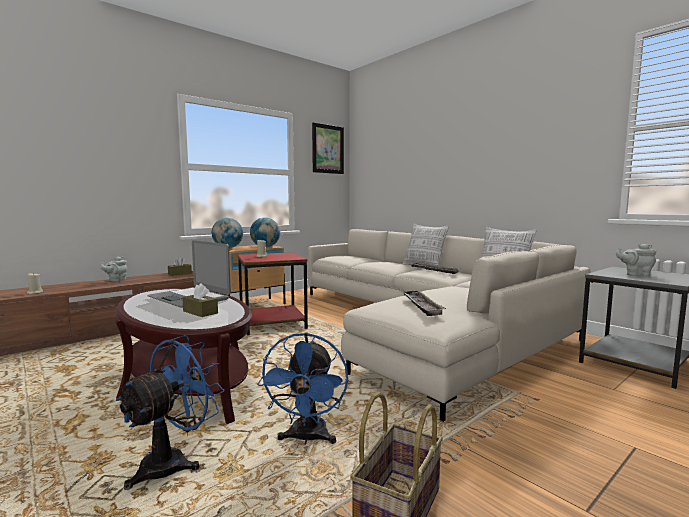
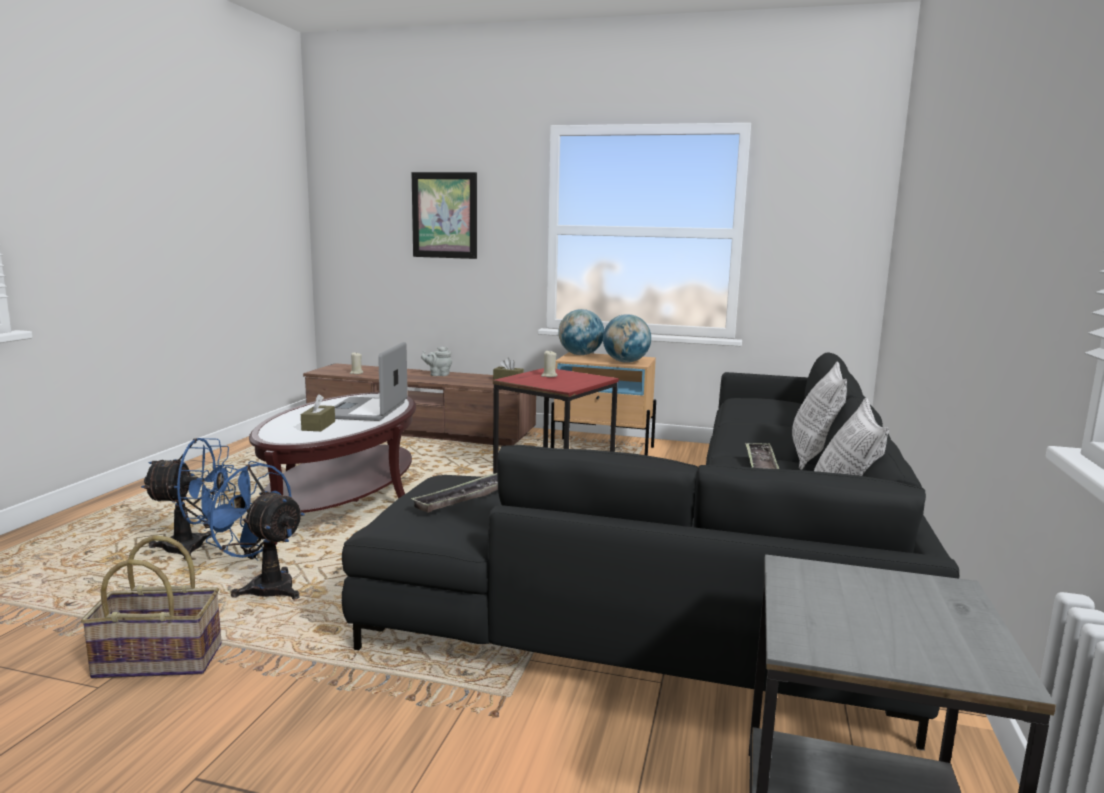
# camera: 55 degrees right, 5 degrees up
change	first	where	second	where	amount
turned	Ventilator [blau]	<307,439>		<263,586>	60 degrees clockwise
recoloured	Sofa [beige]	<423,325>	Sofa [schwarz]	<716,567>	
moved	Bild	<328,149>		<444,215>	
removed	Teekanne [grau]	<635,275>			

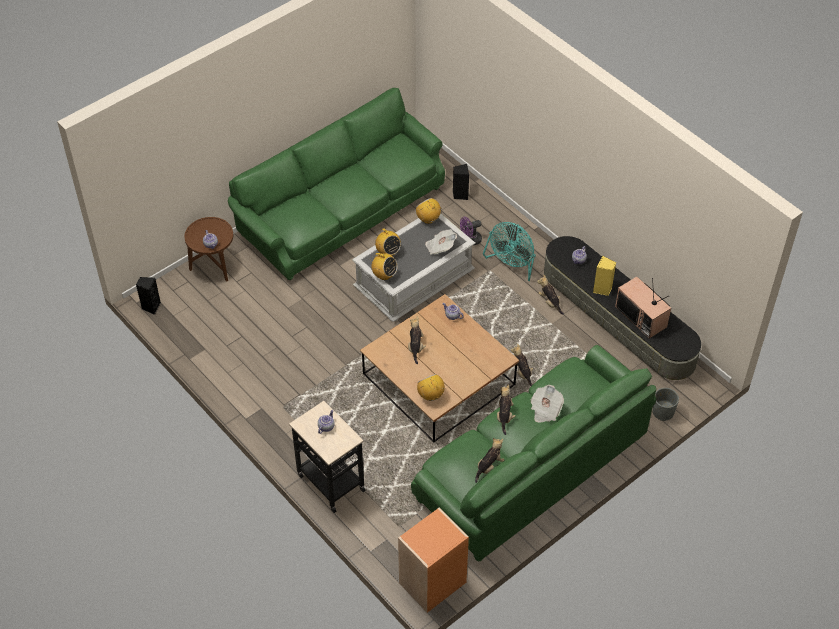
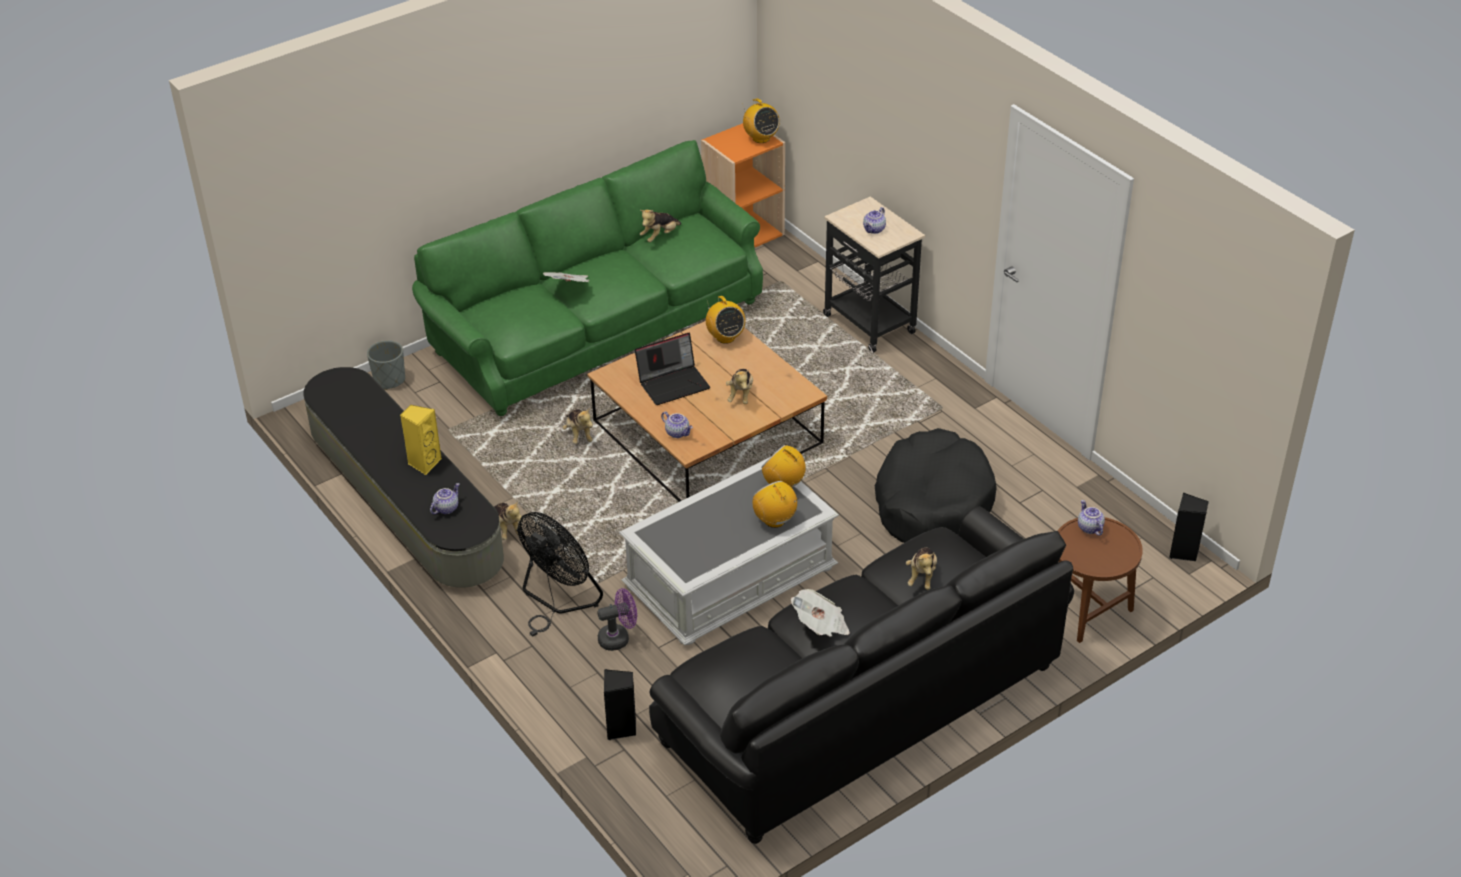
# camera: 175 degrees left, 10 degrees down
change	first	where	second	where	amount
recoloured	Ventilator [türkis]	<511,261>	Ventilator [schwarz]	<553,597>	
added			Laptop	<673,383>	
recoloured	Sofa [grün]	<341,212>	Sofa [schwarz]	<859,704>	
moved	Radio	<428,219>		<760,138>	
moved	Zeitung	<440,247>		<821,625>	
added			Hundebett [schwarz]	<932,503>	
moved	Plüschtier	<504,416>		<922,576>	
removed	Fernseher	<642,317>			

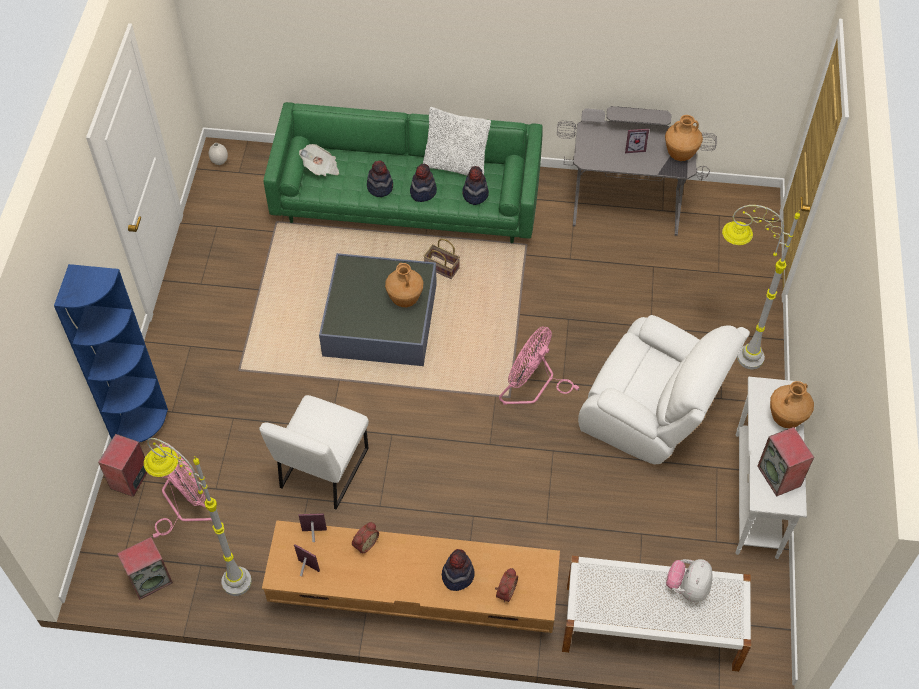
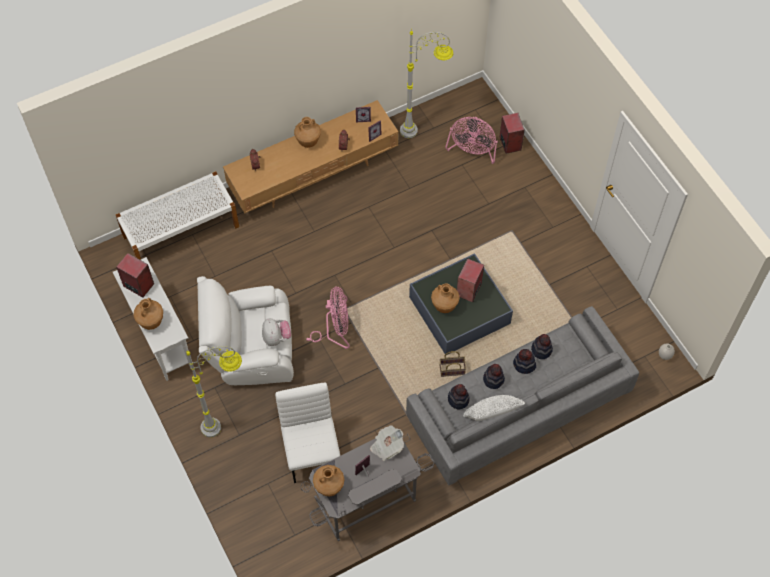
# camera: 145 degrees right, 5 degrees up
change	first	where	second	where	amount
moved	Plüschtier	<687,588>		<276,338>	
moved	Stuhl [weiß]	<322,470>		<311,451>	
added			Vase [braun]	<308,142>	
moved	Zeitung	<321,168>		<386,446>	
recoloured	Sofa [grün]	<407,198>	Sofa [grau]	<517,408>	
moved	Lautsprecher	<151,579>		<469,290>	
moved	Hut	<457,575>		<541,349>	
removed	Bücherregal [blau]	<140,427>			

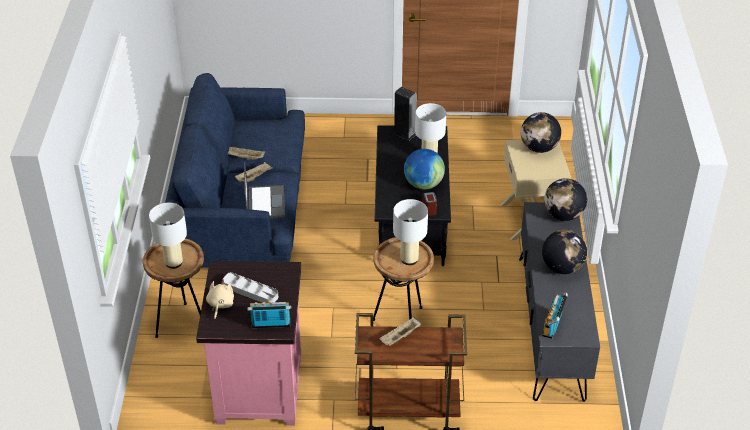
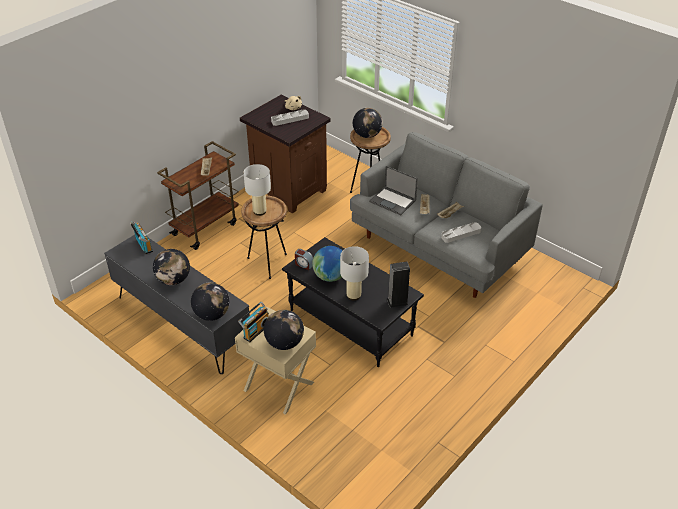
# camera: 130 degrees right, 0 degrees up
change	first	where	second	where	amount
moved	Radio	<270,325>		<255,330>	
recoloured	Schrank [rosa]	<258,393>	Schrank [braun]	<288,189>	
recoloured	Sofa [blau]	<243,218>	Sofa [grau]	<438,248>	
replaced	Tischlampe [weiß]	<173,263>	Globus	<367,135>	
added			Tablett [grau]	<461,234>	

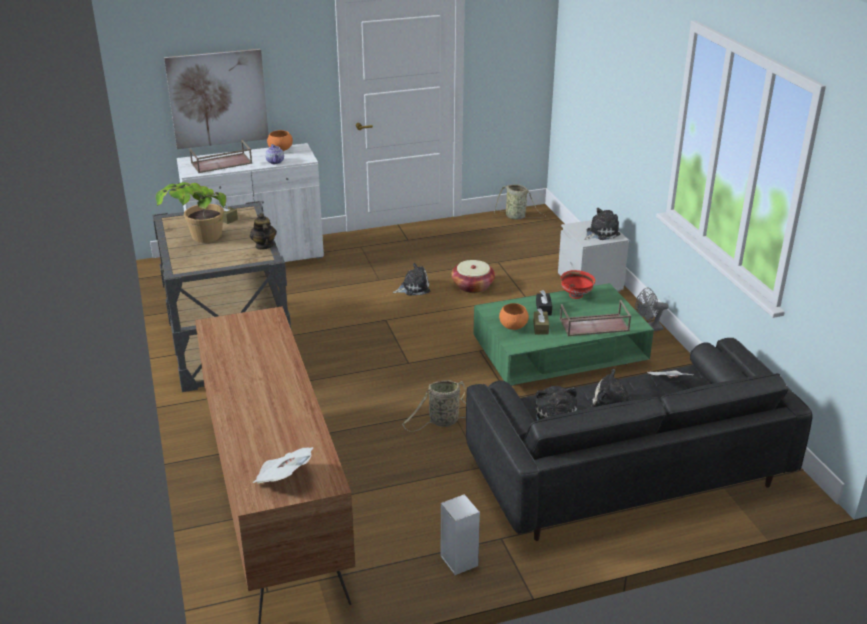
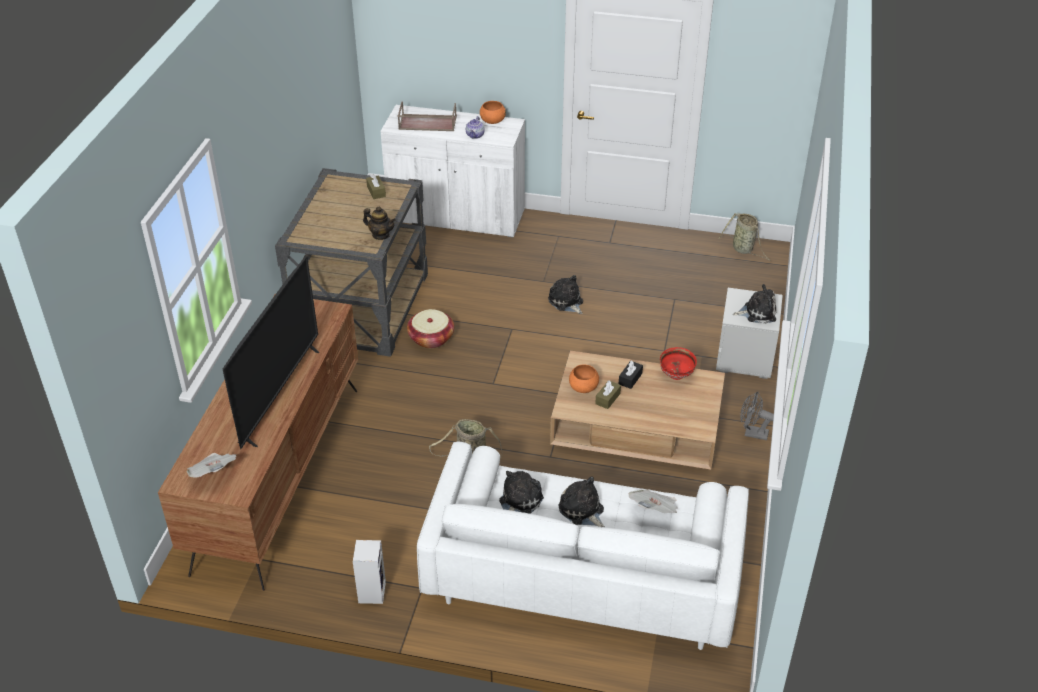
# camera: 30 degrees right, 10 degrees up
change	first	where	second	where	amount
added			Fernseher	<280,395>	
turned	Teekanne	<264,246>		<380,235>	105 degrees clockwise
moved	Korb	<473,286>		<431,338>	
recoloured	Sofa [schwarz]	<626,473>	Sofa [weiß]	<583,576>	
turned	Plüschtier	<413,288>		<566,302>	135 degrees counterclockwise
recoloured	Couchtisch [grün]	<559,355>	Couchtisch [braun]	<636,429>	
removed	Topfpflanze	<196,242>			
removed	Bild	<218,99>			
removed	Tablett [braun]	<593,325>			

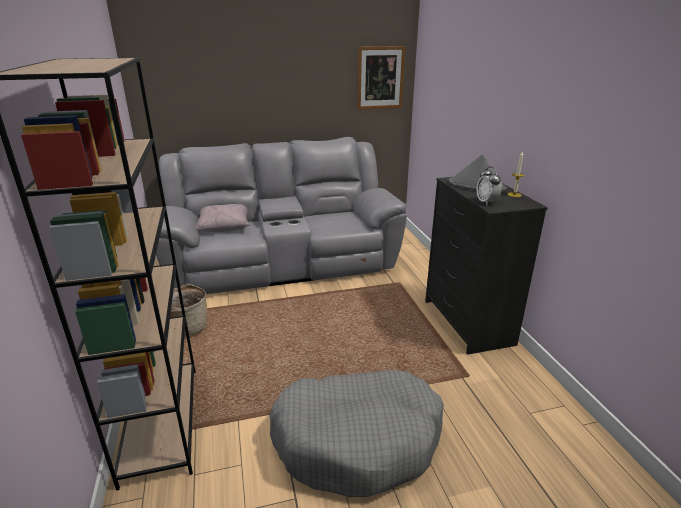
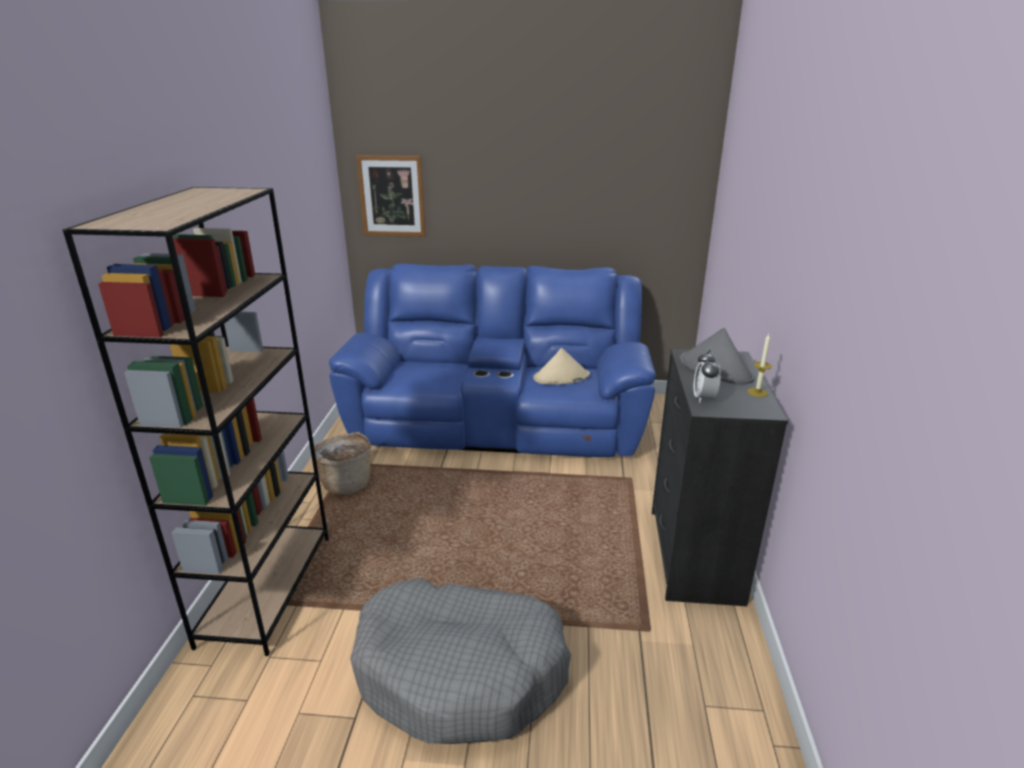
# camera: 20 degrees right, 0 degrees up
change	first	where	second	where	amount
recoloured	Sofa [grau]	<283,262>	Sofa [blau]	<497,421>	
moved	Bild	<380,78>		<392,196>	
added			Hut [beige]	<561,377>	
removed	Kissen [lila]	<224,226>			

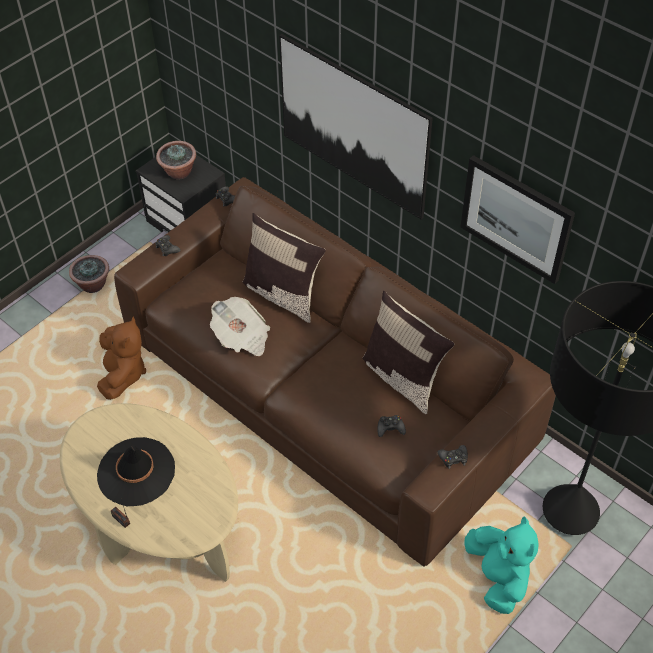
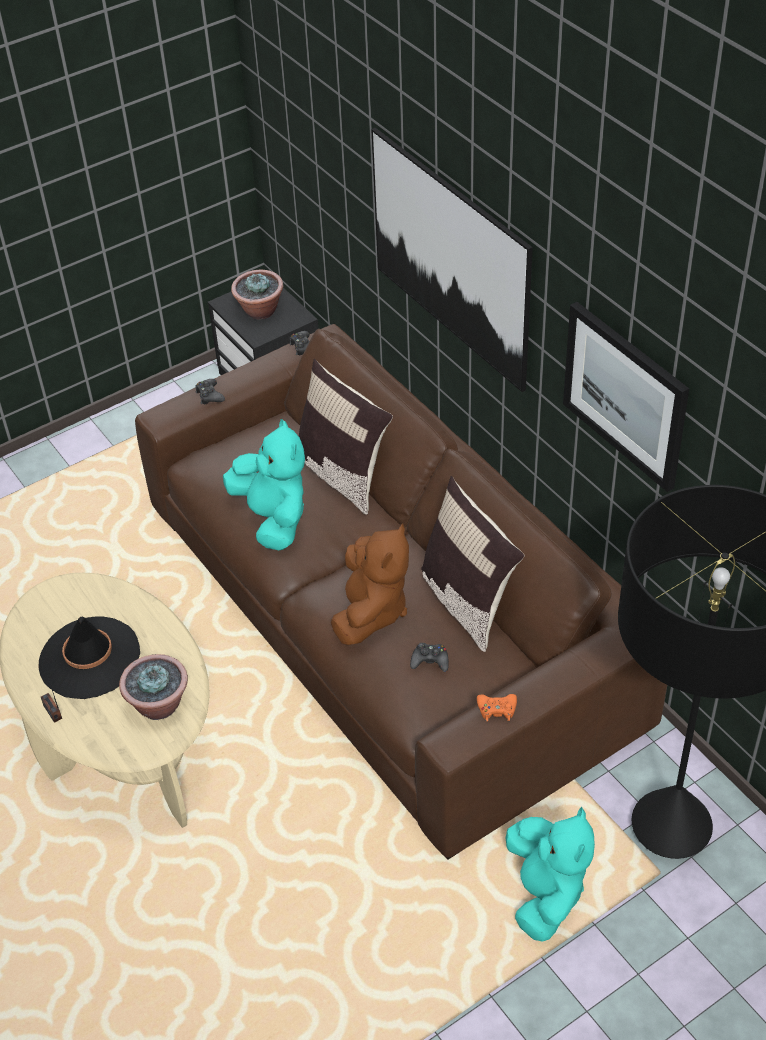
# camera: 15 degrees right, 5 degrees down
change	first	where	second	where	amount
moved	Topfpflanze	<93,285>		<159,705>	
replaced	Zeitung	<242,337>	Plüschtier [türkis]	<273,518>	
moved	Plüschtier [braun]	<122,374>		<371,611>	
recoloured	Gamepad [schwarz]	<453,458>	Gamepad [orange]	<497,709>	

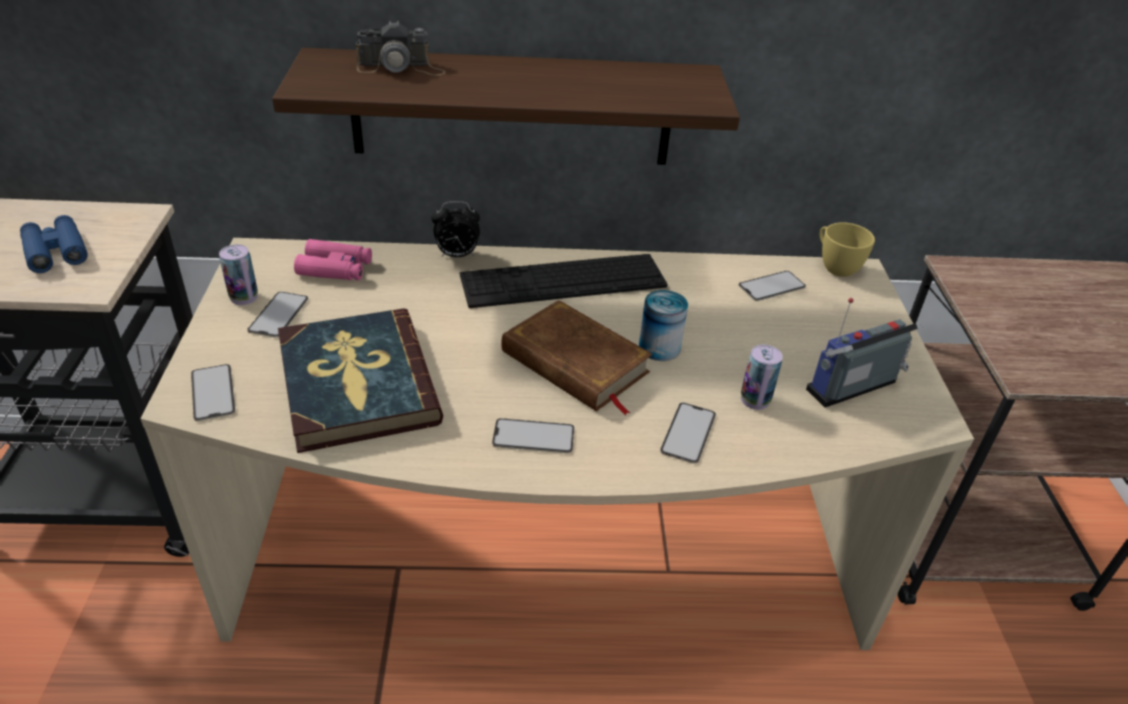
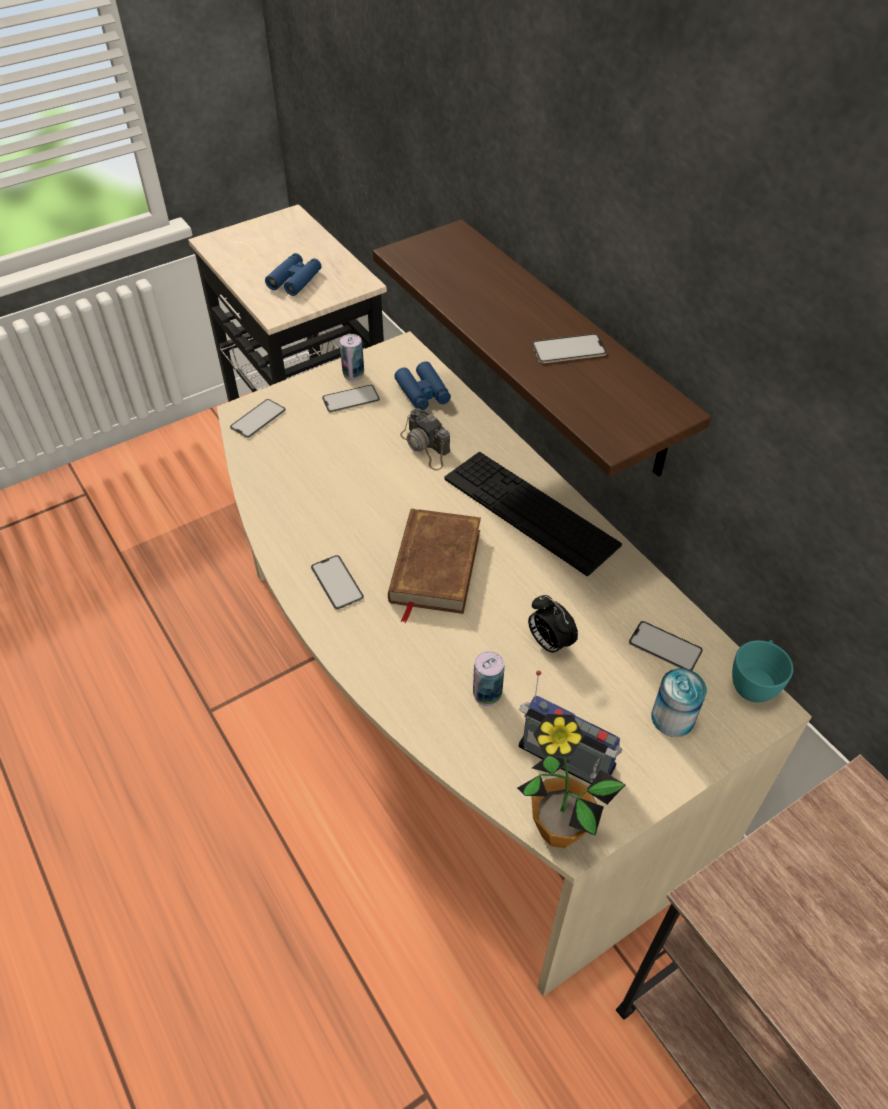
# camera: 60 degrees right, 10 degrees up
change	first	where	second	where	amount
recoloured	Fernglas [rosa]	<335,268>	Fernglas [blau]	<423,393>	
moved	Kamera	<401,68>		<426,447>	
added			Topfpflanze	<559,829>	
moved	Wecker	<457,255>		<549,643>	
moved	Handy	<688,433>		<569,349>	
moved	Dose	<659,347>		<672,718>	
recoloured	Tasse [gelb]	<835,266>	Tasse [türkis]	<754,683>	
removed	Buch	<356,384>			

